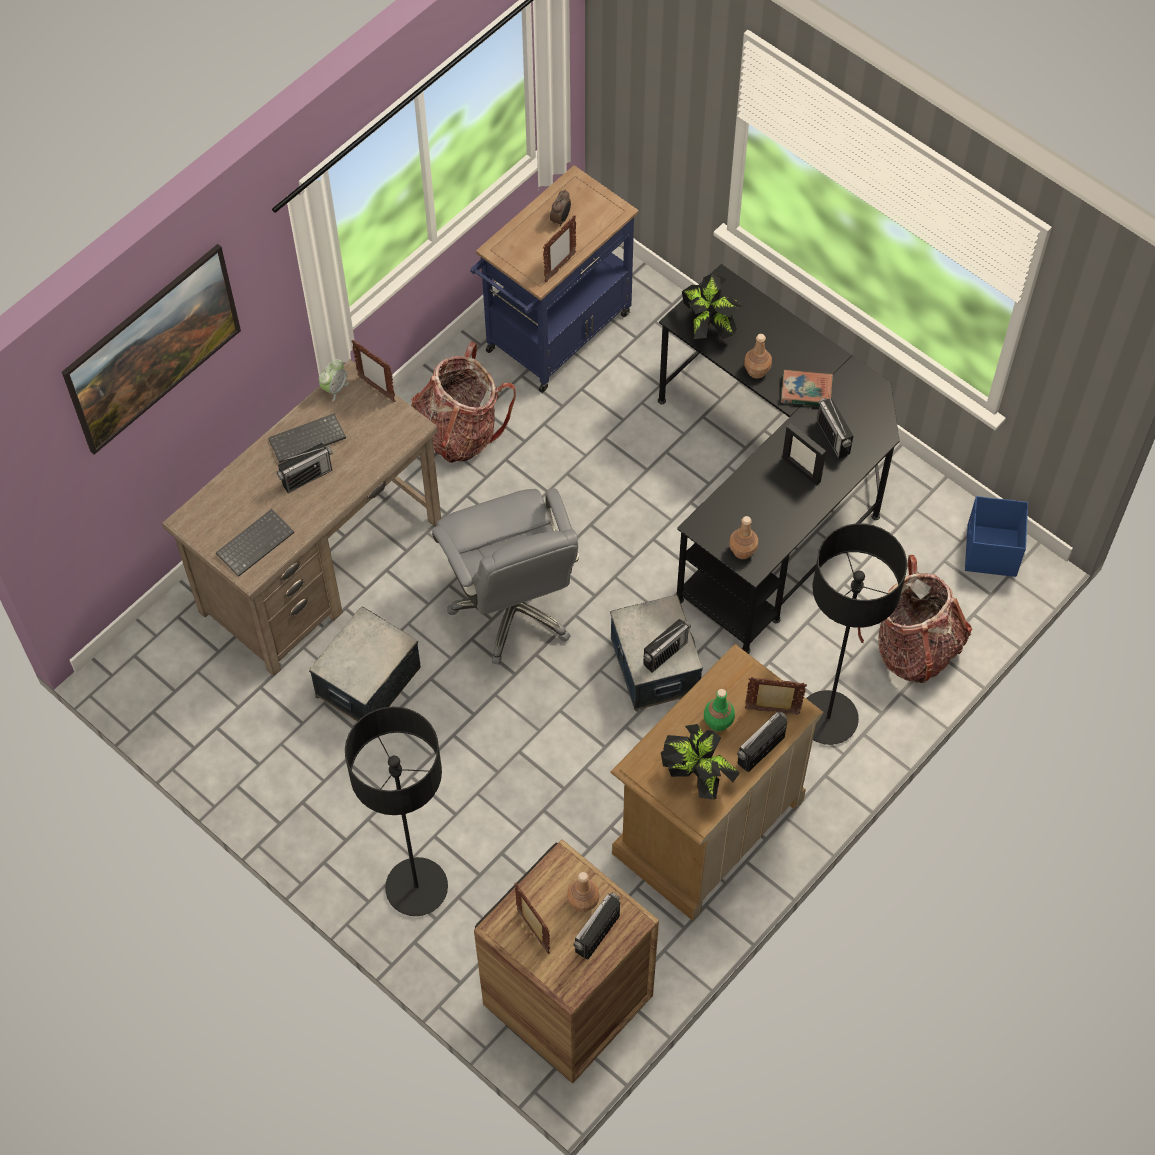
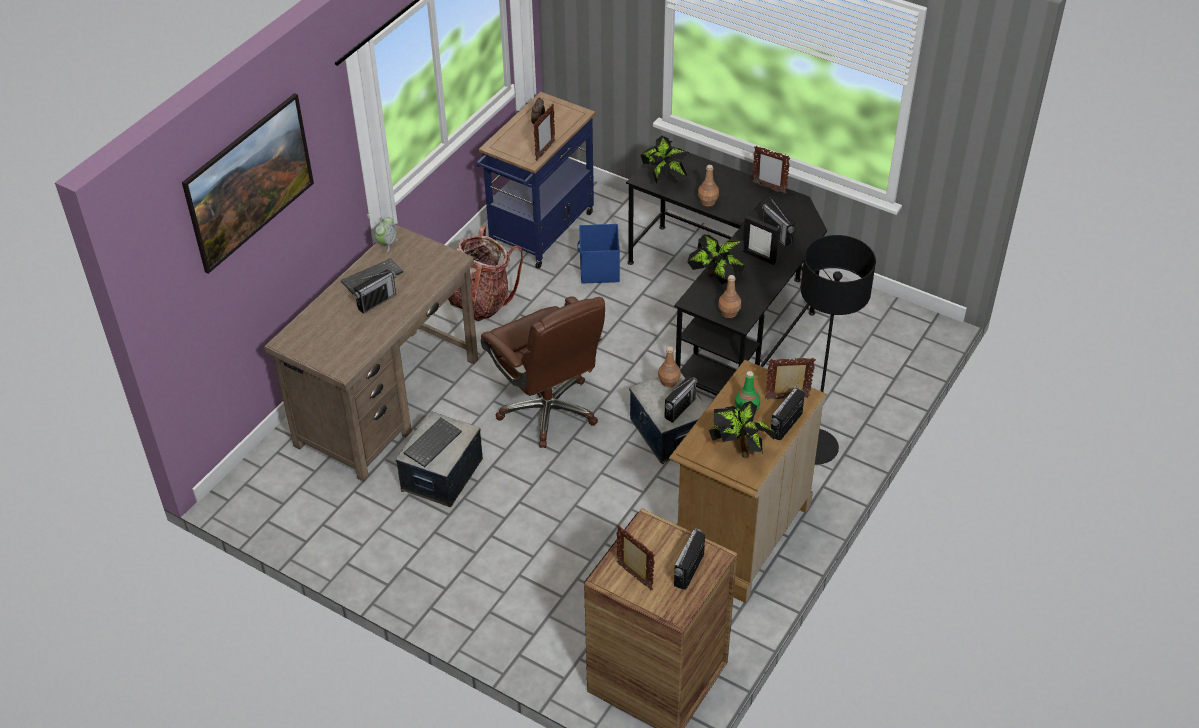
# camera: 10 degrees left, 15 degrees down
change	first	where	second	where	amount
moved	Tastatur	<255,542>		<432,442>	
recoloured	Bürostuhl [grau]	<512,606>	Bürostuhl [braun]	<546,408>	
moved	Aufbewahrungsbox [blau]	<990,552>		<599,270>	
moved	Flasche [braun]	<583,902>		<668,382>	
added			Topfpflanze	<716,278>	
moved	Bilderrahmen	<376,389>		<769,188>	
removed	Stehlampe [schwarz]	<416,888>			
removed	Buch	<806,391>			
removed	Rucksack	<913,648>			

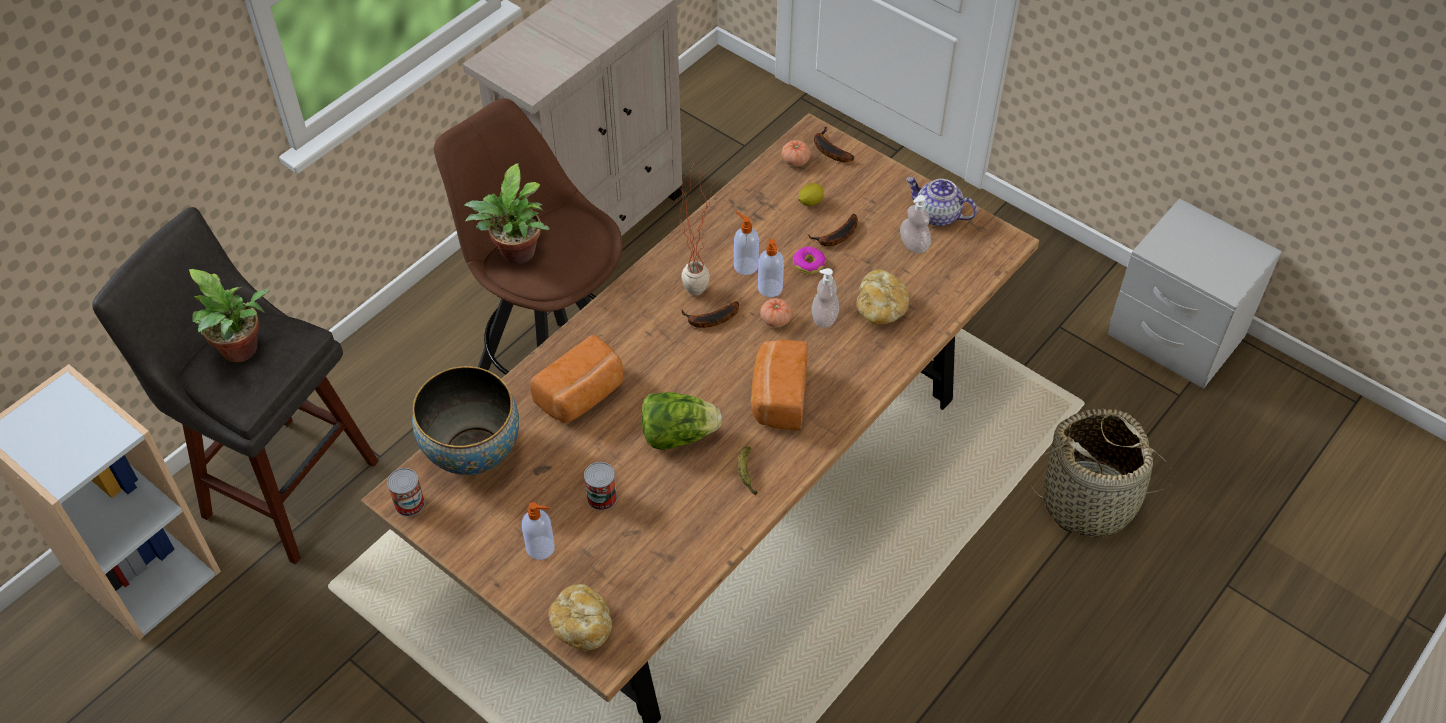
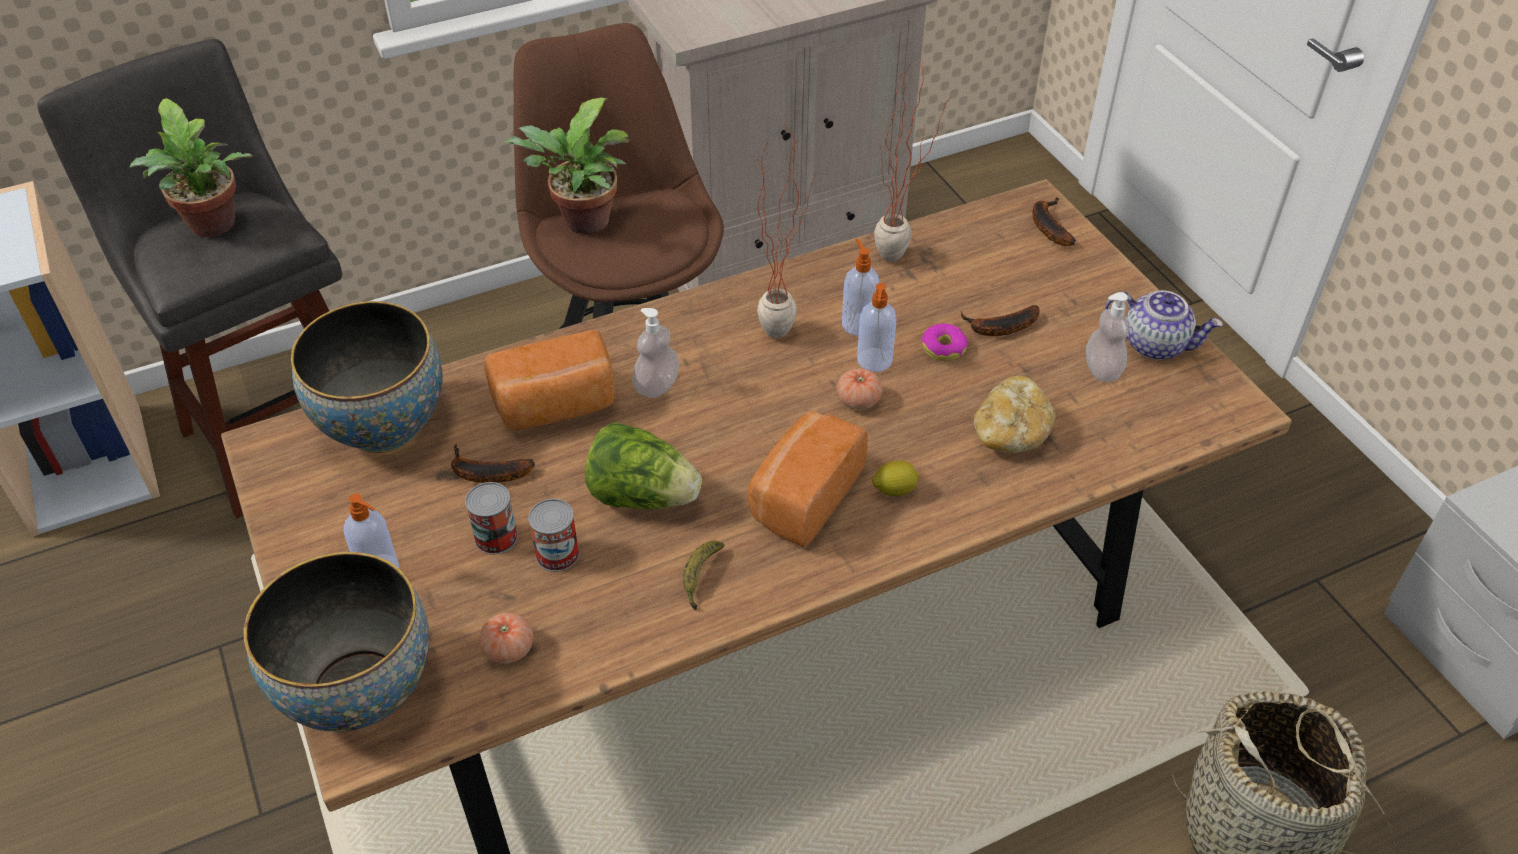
# camera: 25 degrees right, 5 degrees down
change	first	where	second	where	amount
replaced	Brot	<582,625>	Schüssel	<359,691>	
moved	Banane	<710,320>		<485,473>	
moved	Tomate	<795,160>		<508,649>	
moved	Dose	<409,503>		<557,554>	
moved	Seifenspender	<824,318>		<657,386>	
moved	Zitrone	<810,202>		<894,490>	
added			Topfpflanze	<900,261>	
turned	Teekanne	<937,215>		<1155,344>	150 degrees clockwise

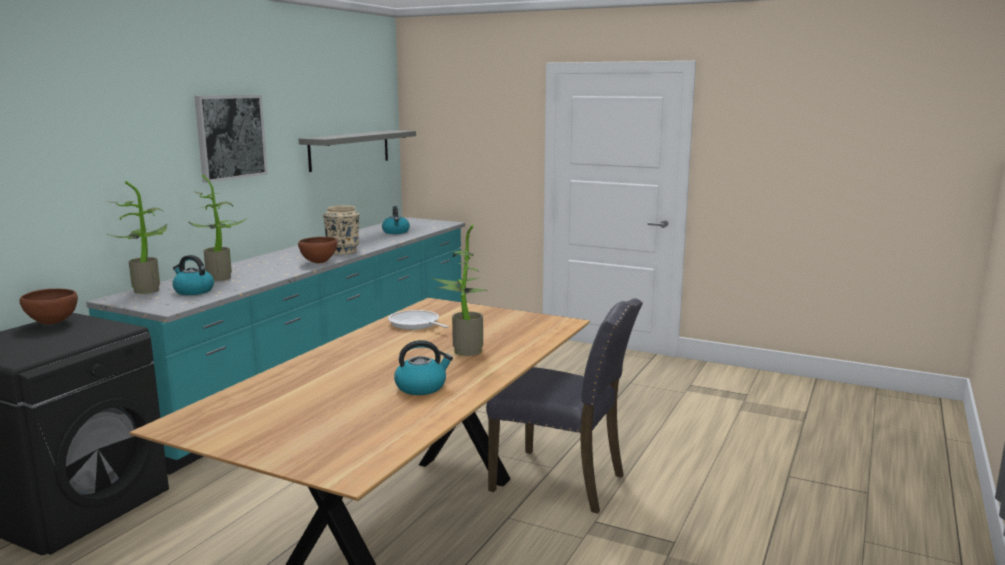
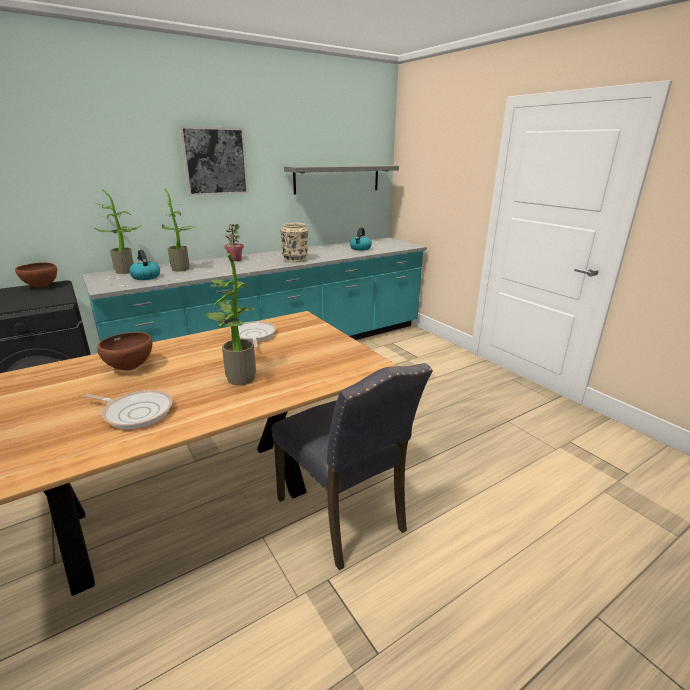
# camera: 30 degrees right, 10 degrees up
change	first	where	second	where	amount
replaced	Wasserkessel	<421,387>	Pfanne	<136,412>	
moved	Schüssel [braun]	<319,263>		<130,368>	
added			Topfpflanze	<235,260>	

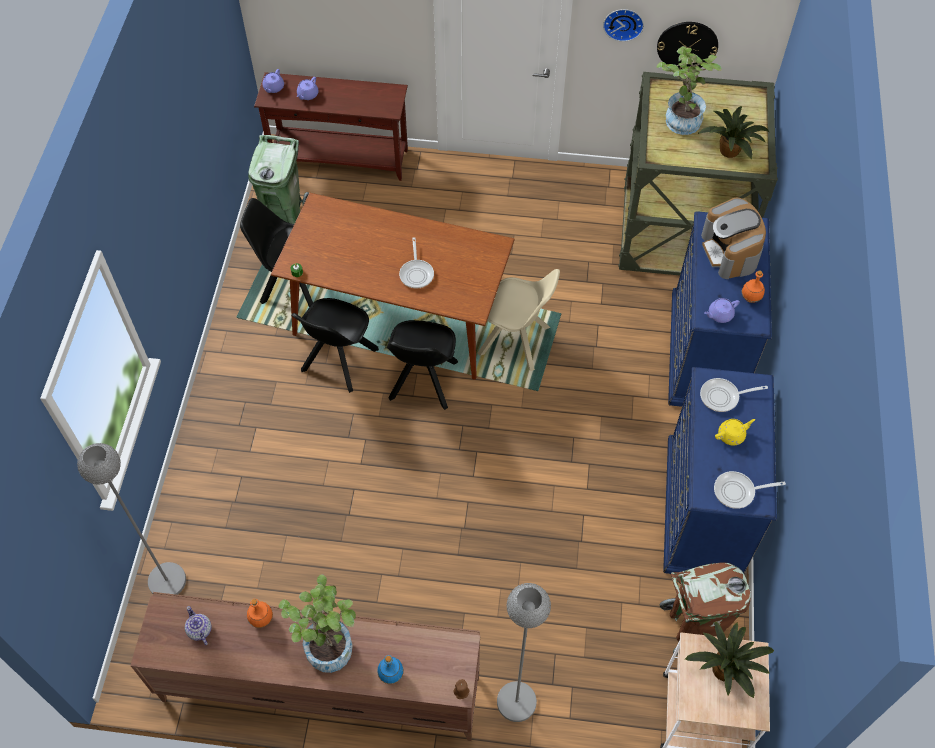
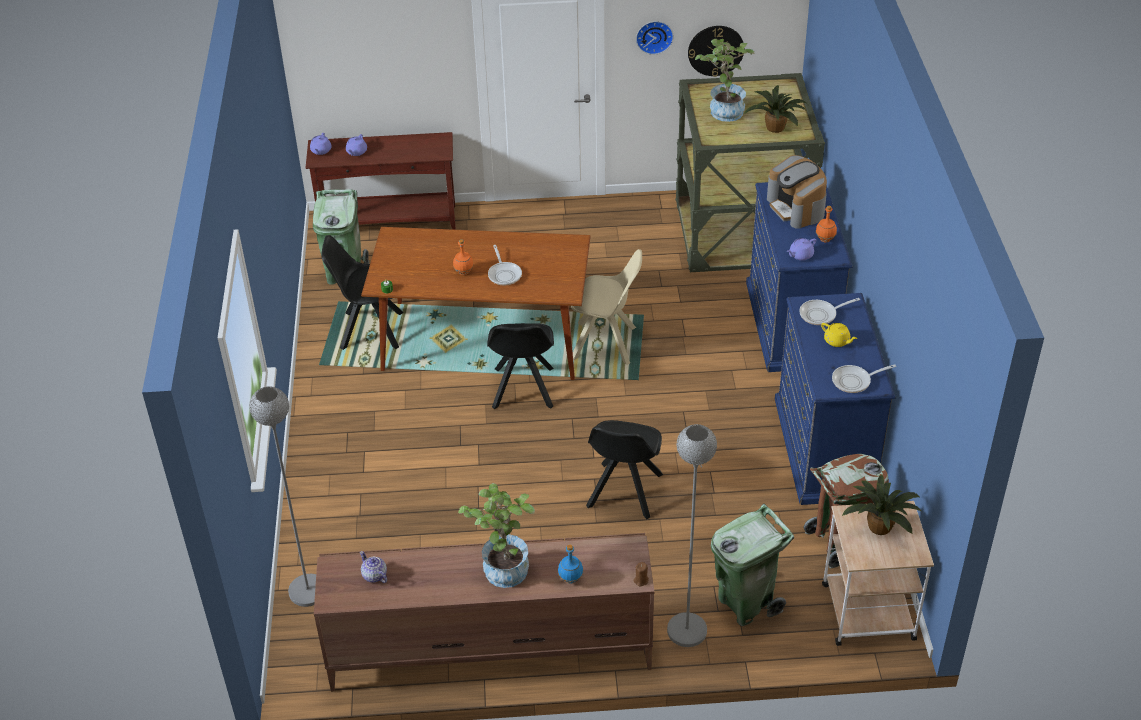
# camera: 10 degrees left, 15 degrees down
change	first	where	second	where	amount
moved	Flasche [orange]	<261,619>		<463,272>	
moved	Stuhl [schwarz]	<338,361>		<624,492>	
added			Mülleimer [grün]	<746,603>	
turned	Teekanne [gelb]	<731,435>		<837,341>	75 degrees clockwise

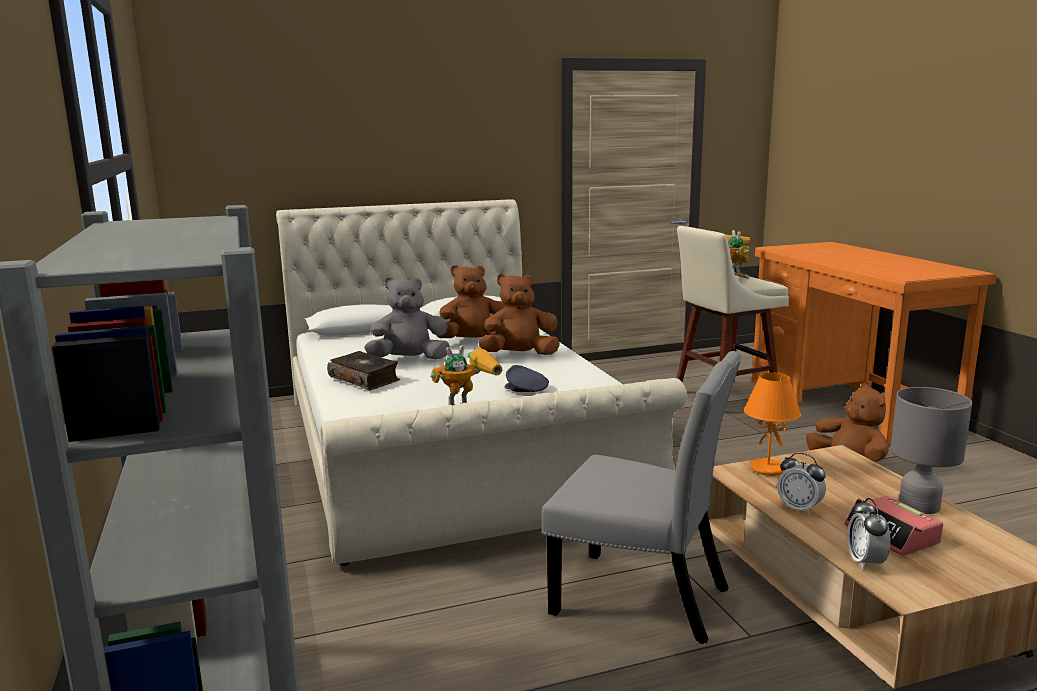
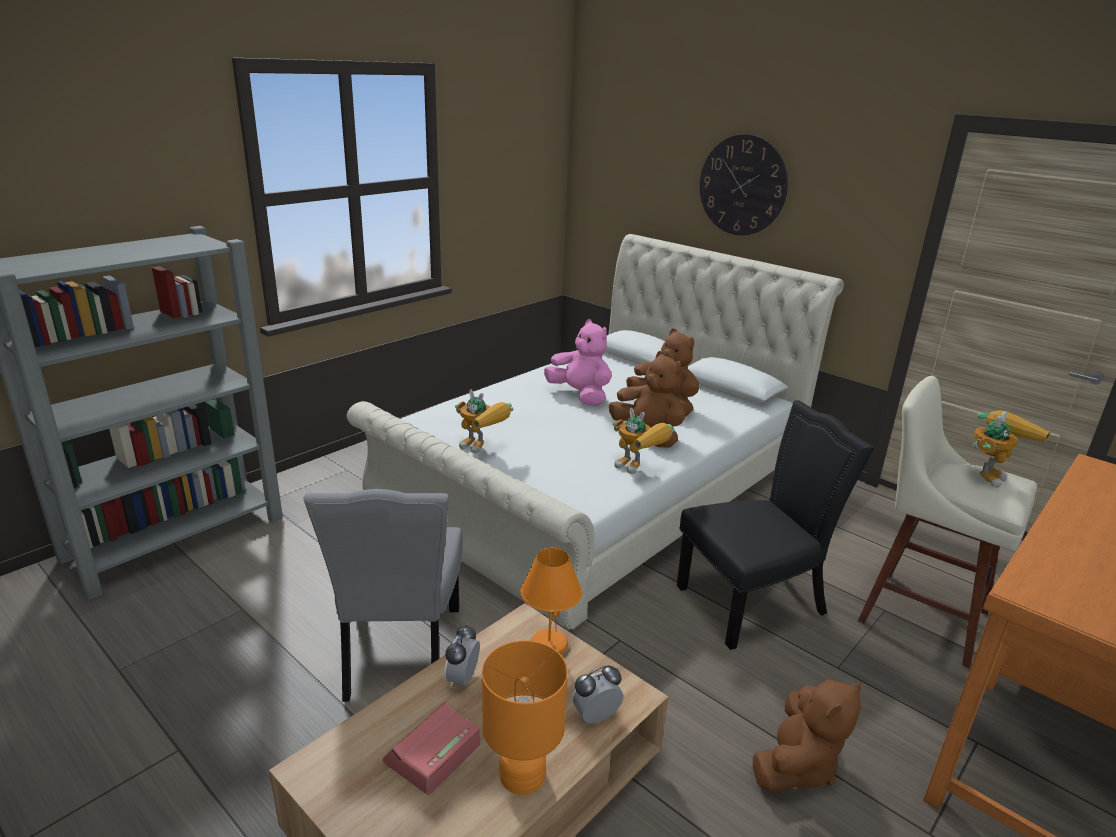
# camera: 60 degrees right, 10 degrees up
change	first	where	second	where	amount
recoloured	Tischlampe [grau]	<919,505>	Tischlampe [orange]	<523,775>	
recoloured	Plüschtier [grau]	<409,360>	Plüschtier [rosa]	<580,395>	
moved	Wecker	<865,562>		<596,717>	
added			Spielzeugroboter	<639,469>	
added			Stuhl [schwarz]	<750,604>	
added			Wanduhr	<742,185>	
removed	Buch	<365,379>			
removed	Kappe [grau]	<525,389>			

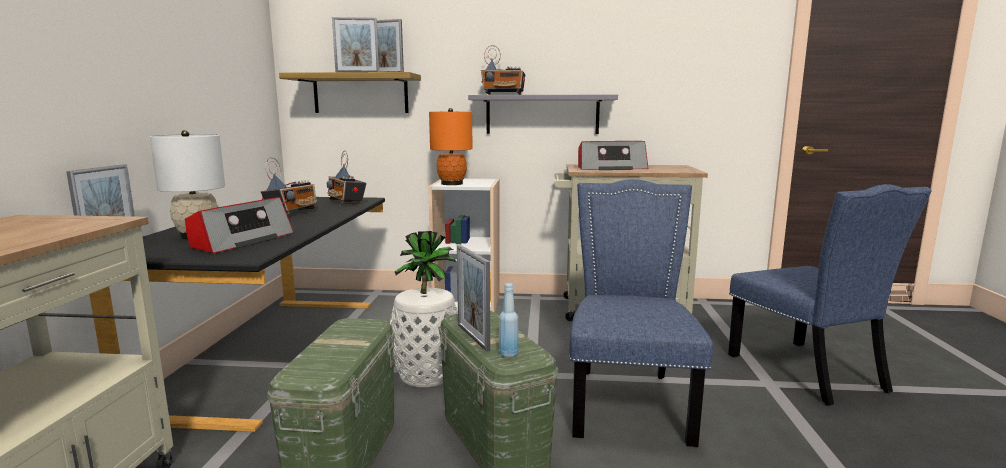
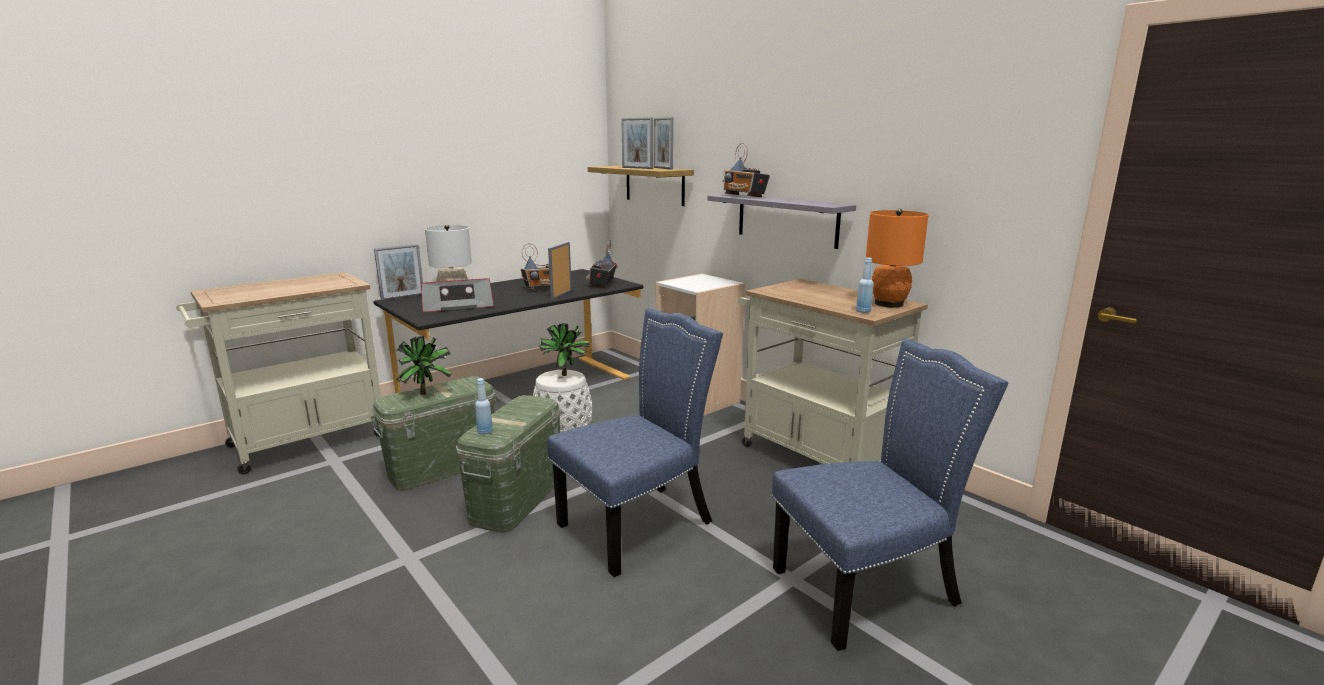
# camera: 45 degrees right, 5 degrees up
change	first	where	second	where	amount
added			Topfpflanze	<426,392>	
moved	Bilderrahmen	<473,337>		<561,295>	
turned	Stuhl [blau]	<805,370>		<863,591>	135 degrees counterclockwise
added			Flasche [blau]	<863,311>	
moved	Tischlampe [orange]	<452,183>		<889,304>	
removed	Radio	<610,168>			

